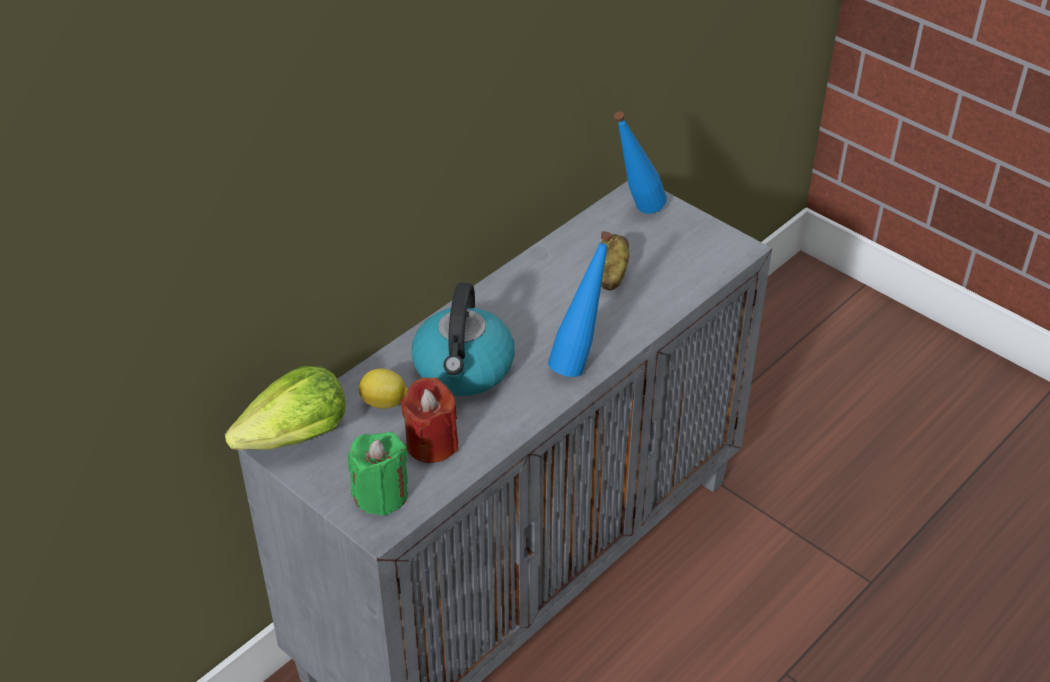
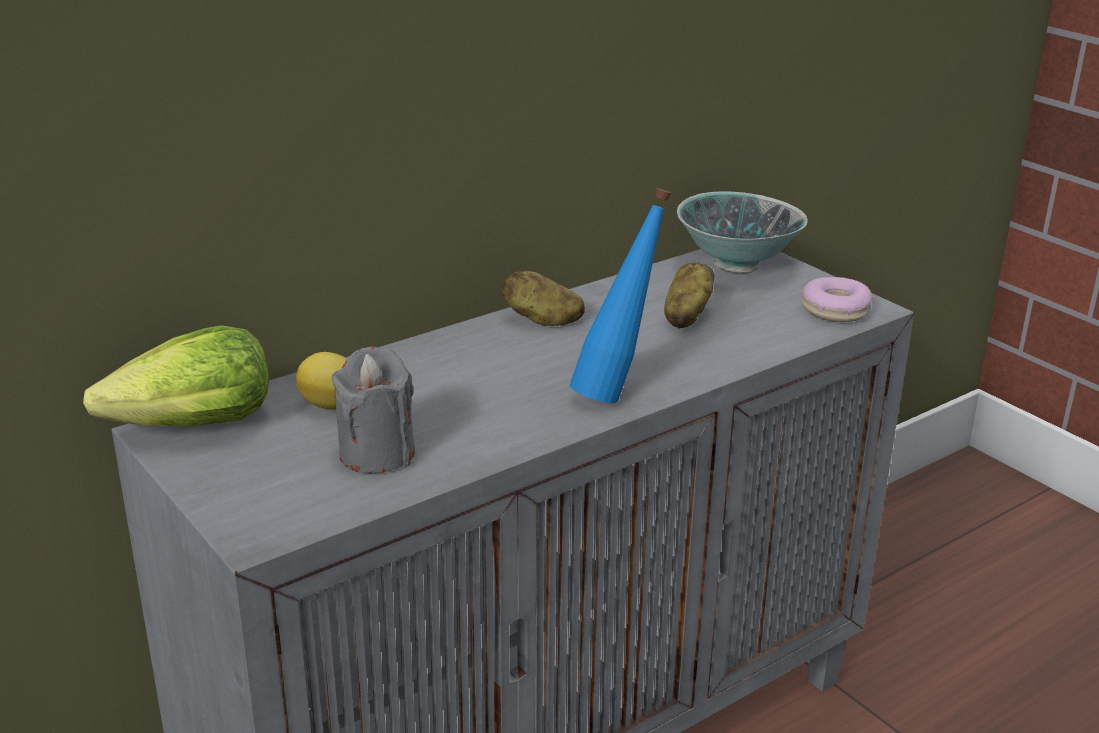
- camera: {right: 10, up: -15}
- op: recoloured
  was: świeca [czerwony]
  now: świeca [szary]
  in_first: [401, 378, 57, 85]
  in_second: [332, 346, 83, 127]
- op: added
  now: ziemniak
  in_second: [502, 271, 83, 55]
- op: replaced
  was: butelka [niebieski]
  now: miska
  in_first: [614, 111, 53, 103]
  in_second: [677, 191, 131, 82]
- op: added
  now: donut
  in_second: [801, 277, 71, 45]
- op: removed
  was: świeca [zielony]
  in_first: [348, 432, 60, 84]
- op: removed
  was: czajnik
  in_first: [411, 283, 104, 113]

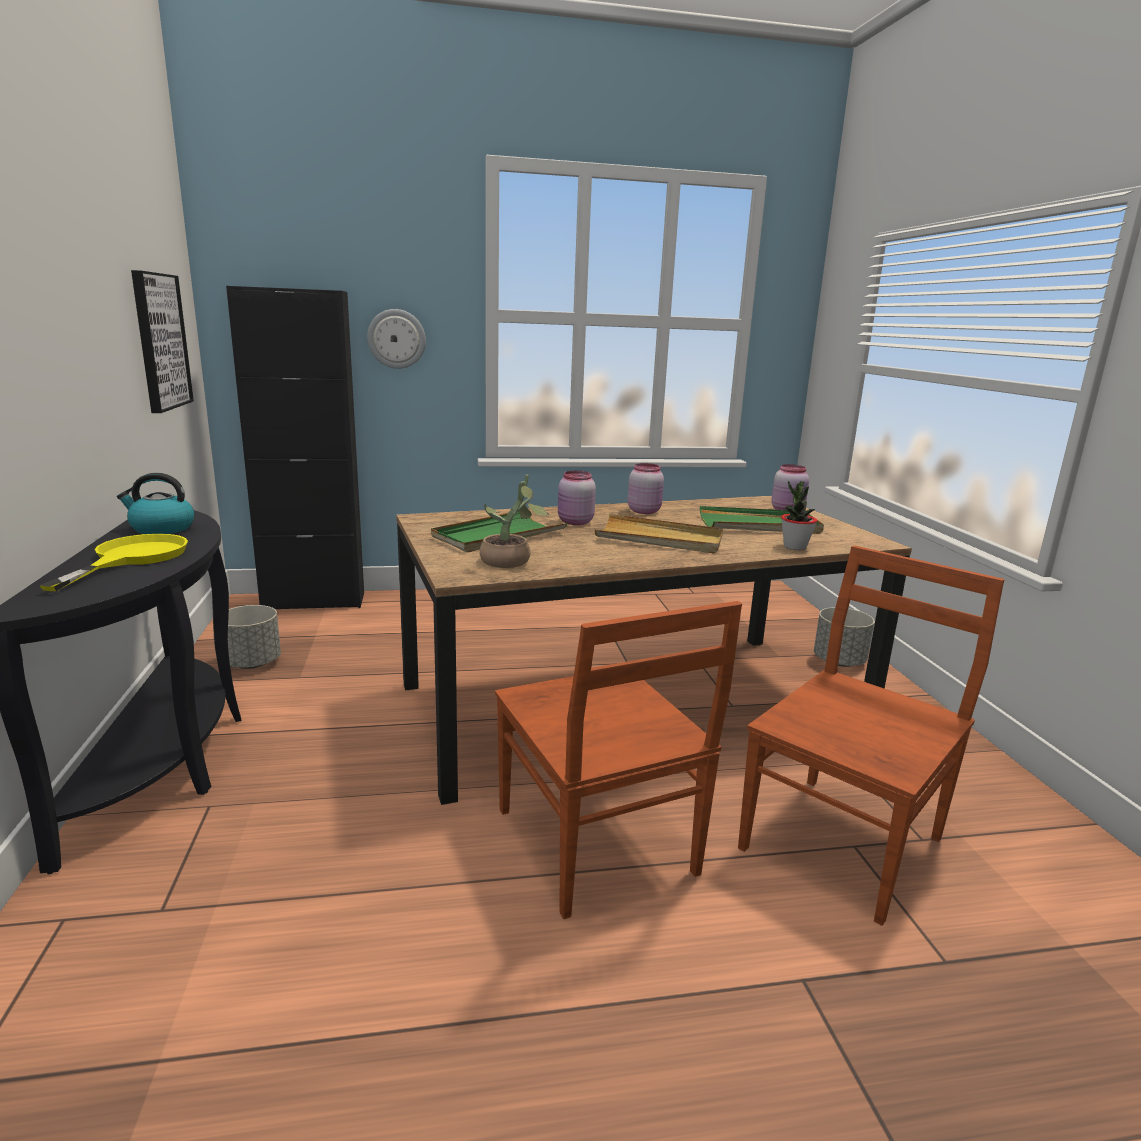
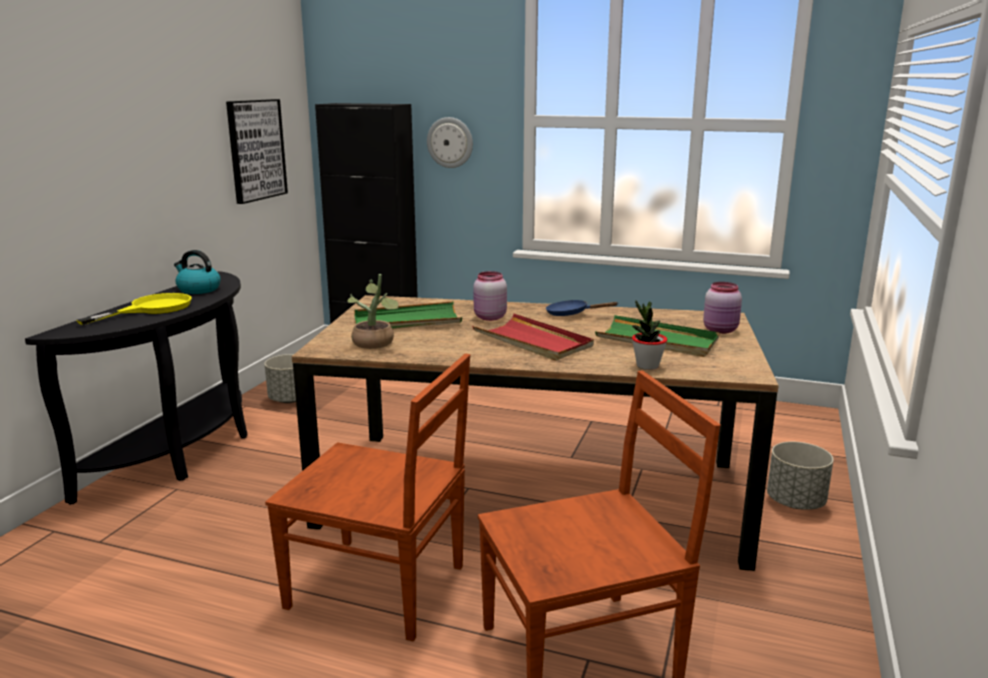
- camera: {right: 30, up: 0}
- op: turned
  was: krzesło [brązowy]
  in_first: [495, 601, 247, 318]
  in_second: [265, 353, 205, 288]
  clockwise: -75
- op: recoloured
  was: taca [beżowy]
  now: taca [czerwony]
  in_first: [595, 514, 128, 39]
  in_second: [472, 314, 122, 47]
- op: replaced
  was: słoik [różowy]
  now: patelnia [niebieski]
  in_first: [628, 463, 36, 51]
  in_second: [546, 300, 72, 16]

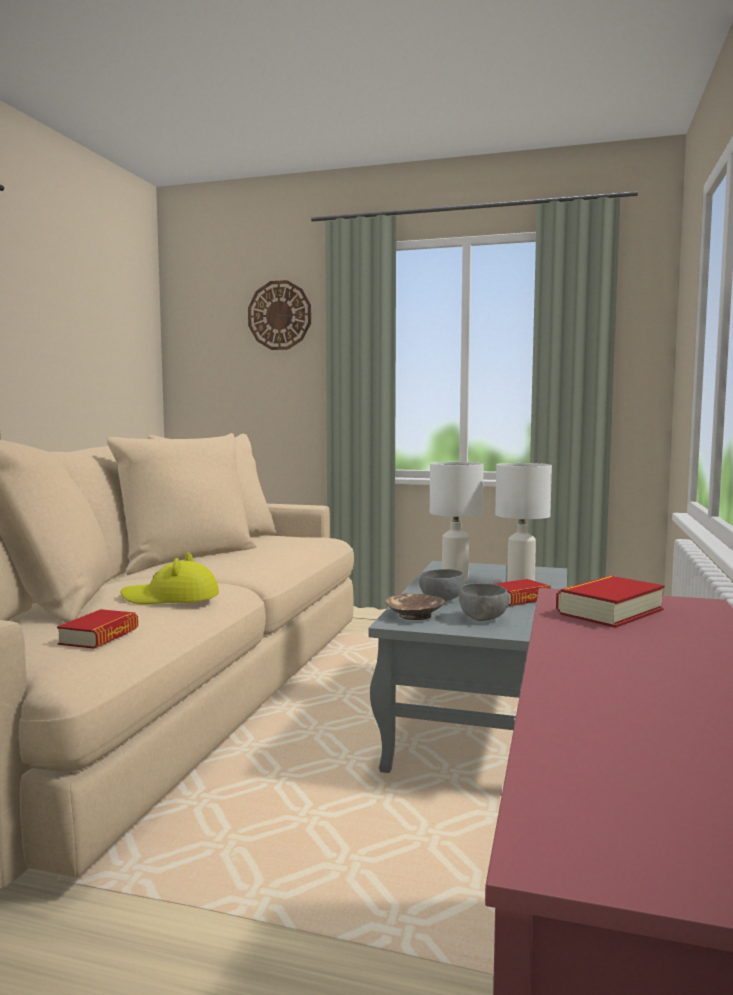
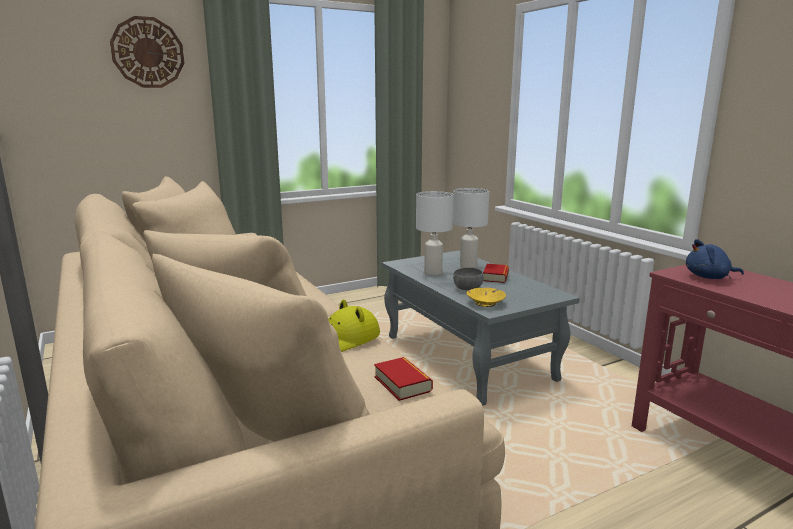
- camera: {right: -45, up: 10}
- op: recoloured
  was: miska [brązowy]
  now: miska [żółty]
  in_first: [385, 594, 60, 26]
  in_second: [466, 288, 40, 19]
- op: replaced
  was: książka
  now: pluszak [niebieski]
  in_first: [556, 576, 109, 52]
  in_second: [686, 239, 58, 40]
- op: removed
  was: miska [szary]
  in_first: [459, 583, 50, 38]

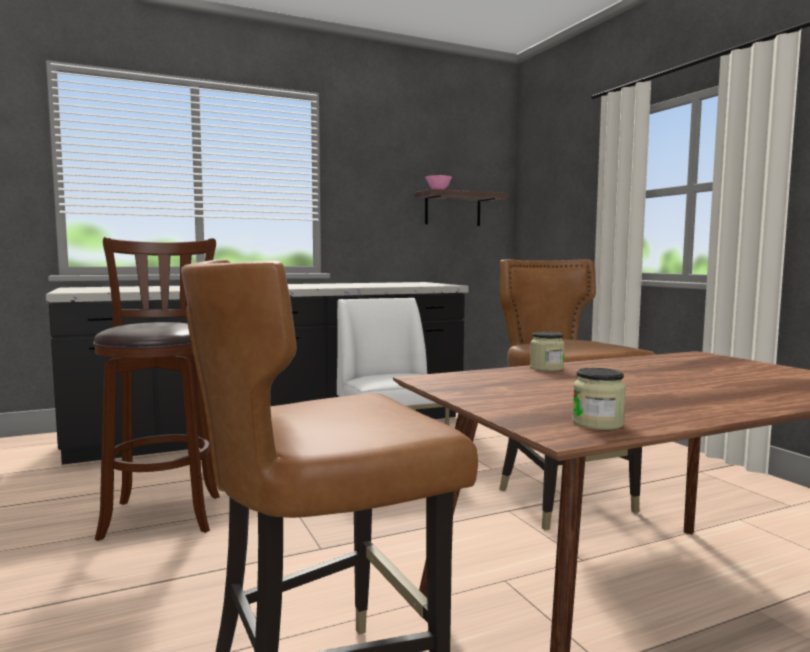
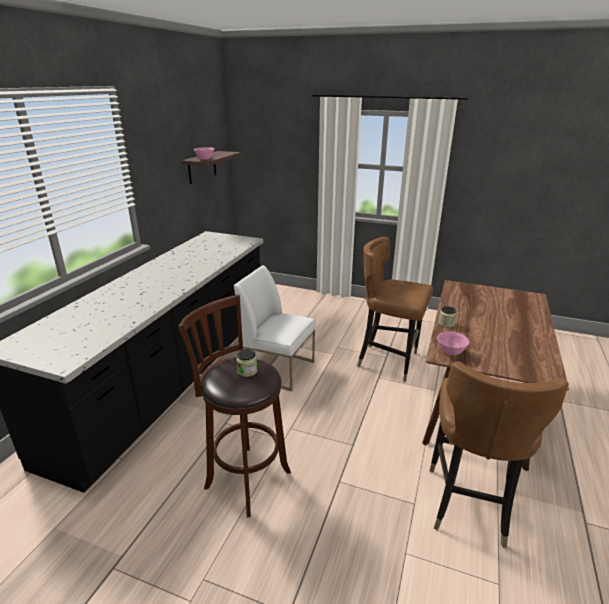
- camera: {right: -45, up: 20}
- op: moved
  was: słoik
  in_first: [572, 368, 54, 62]
  in_second: [236, 349, 21, 28]
- op: added
  now: miska [różowy]
  in_second: [437, 332, 32, 23]

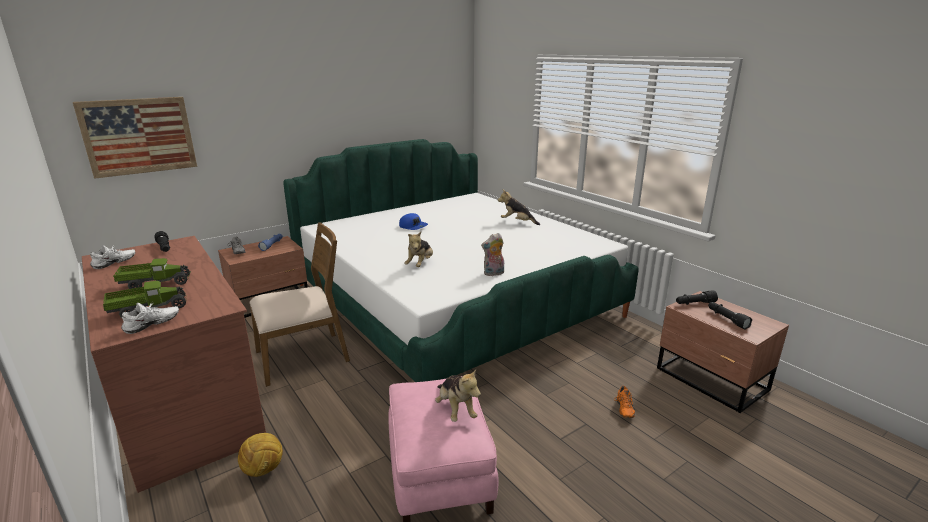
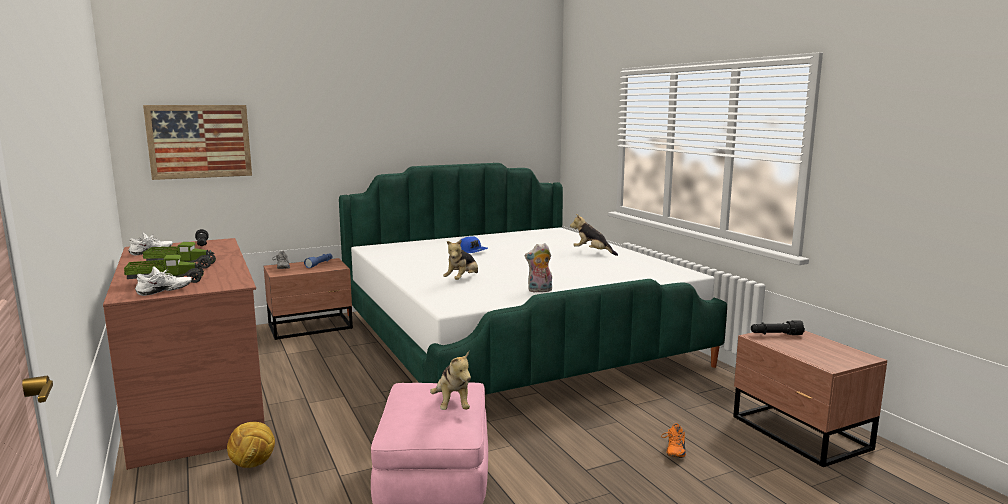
- camera: {right: 10, up: -10}
- op: removed
  was: krzesło [brązowy]
  in_first: [249, 222, 101, 165]
- op: removed
  was: latarka [czarny]
  in_first: [708, 302, 44, 28]

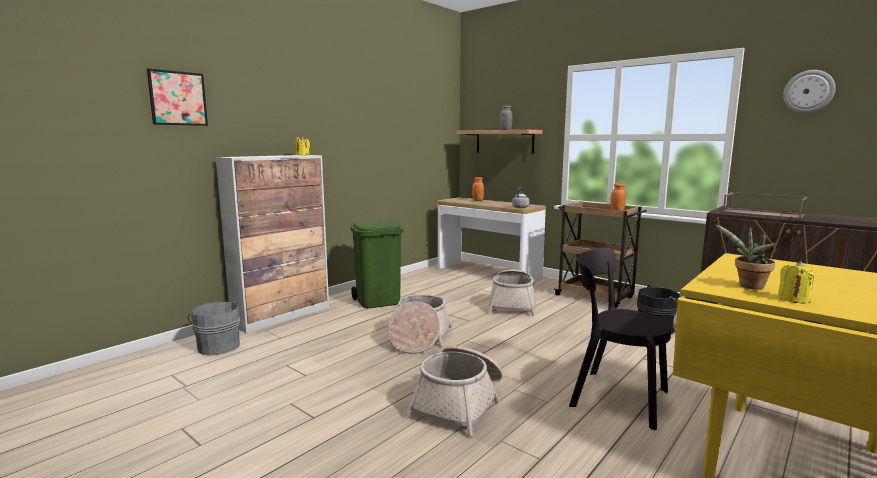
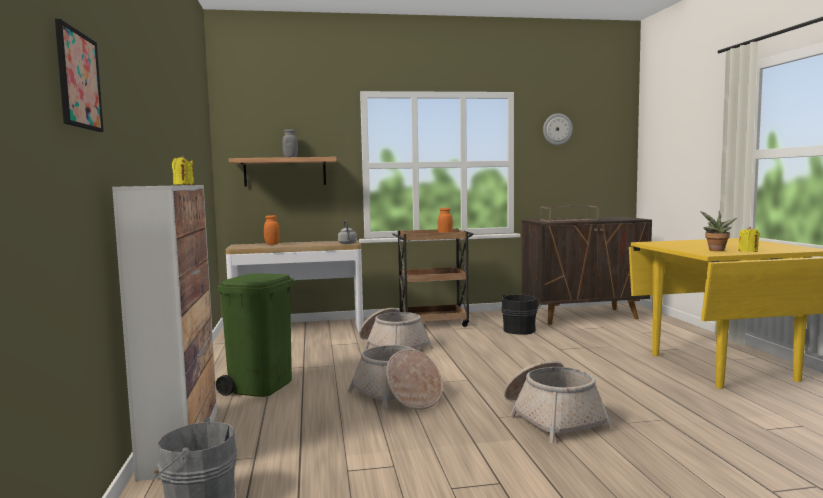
- camera: {right: -50, up: -5}
- op: removed
  was: krzesło [czarny]
  in_first: [569, 248, 102, 182]

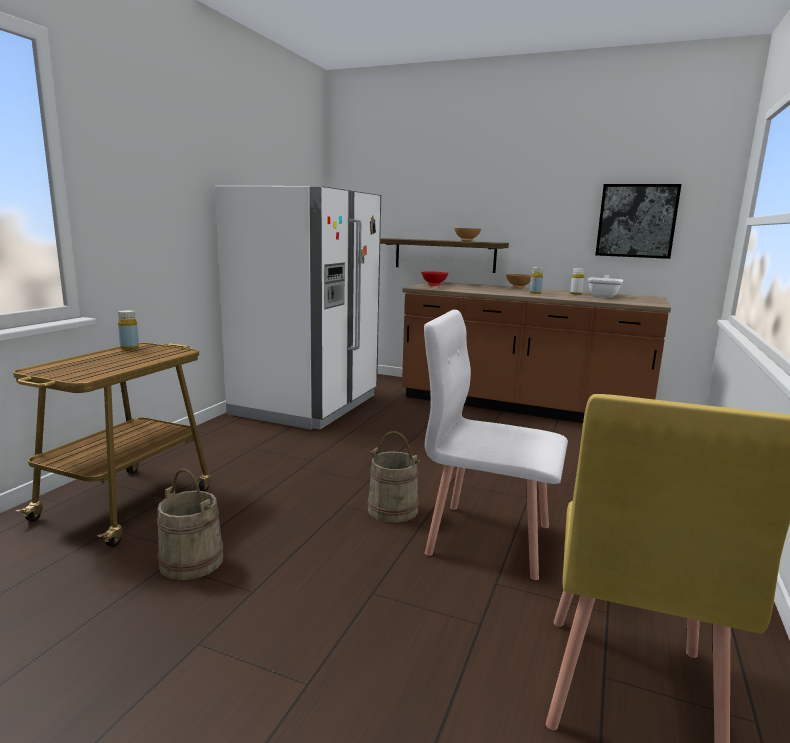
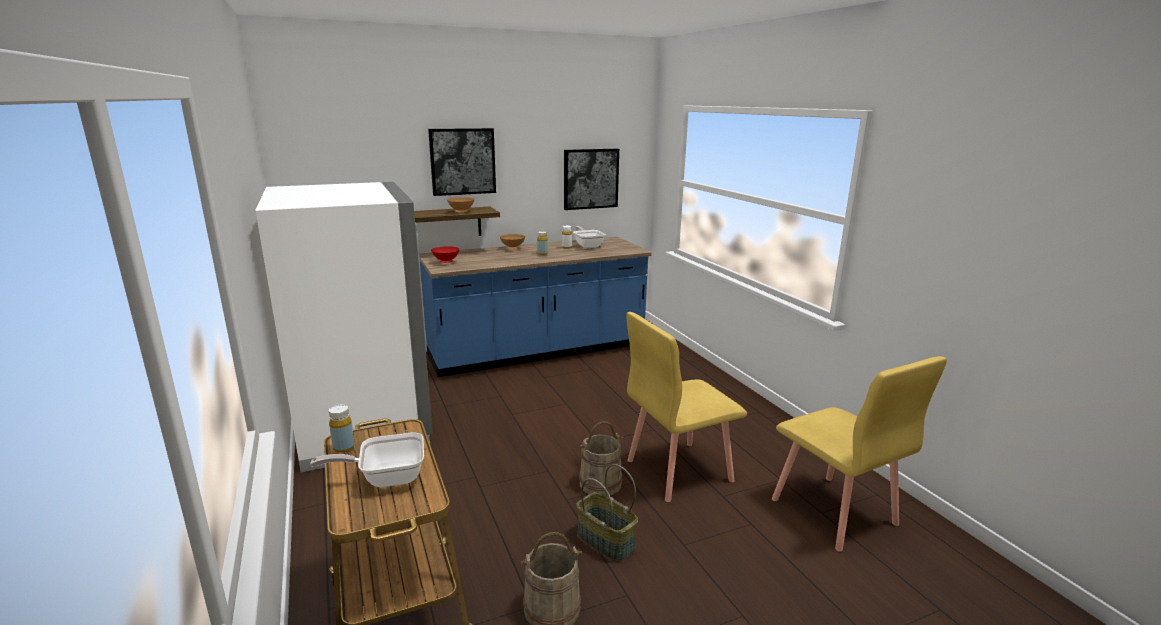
- camera: {right: -45, up: 5}
- op: added
  now: patelnia
  in_second: [310, 433, 114, 55]
- op: recoloured
  was: zabudowa kuchenna [brązowy]
  now: zabudowa kuchenna [niebieski]
  in_first: [402, 282, 269, 141]
  in_second: [419, 237, 233, 140]
- op: added
  now: obraz
  in_second: [428, 128, 68, 68]
- op: added
  now: koszyk
  in_second: [576, 464, 62, 98]
- op: recoloured
  was: krzesło [biały]
  now: krzesło [żółty]
  in_first: [424, 310, 144, 270]
  in_second: [626, 312, 121, 190]

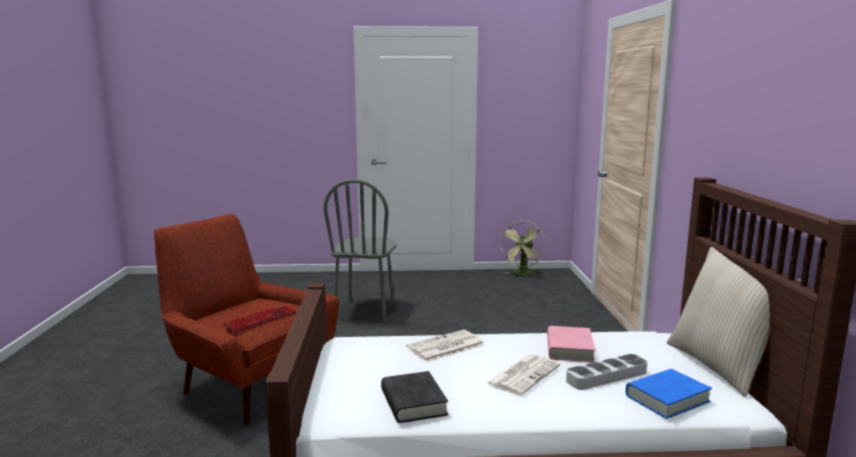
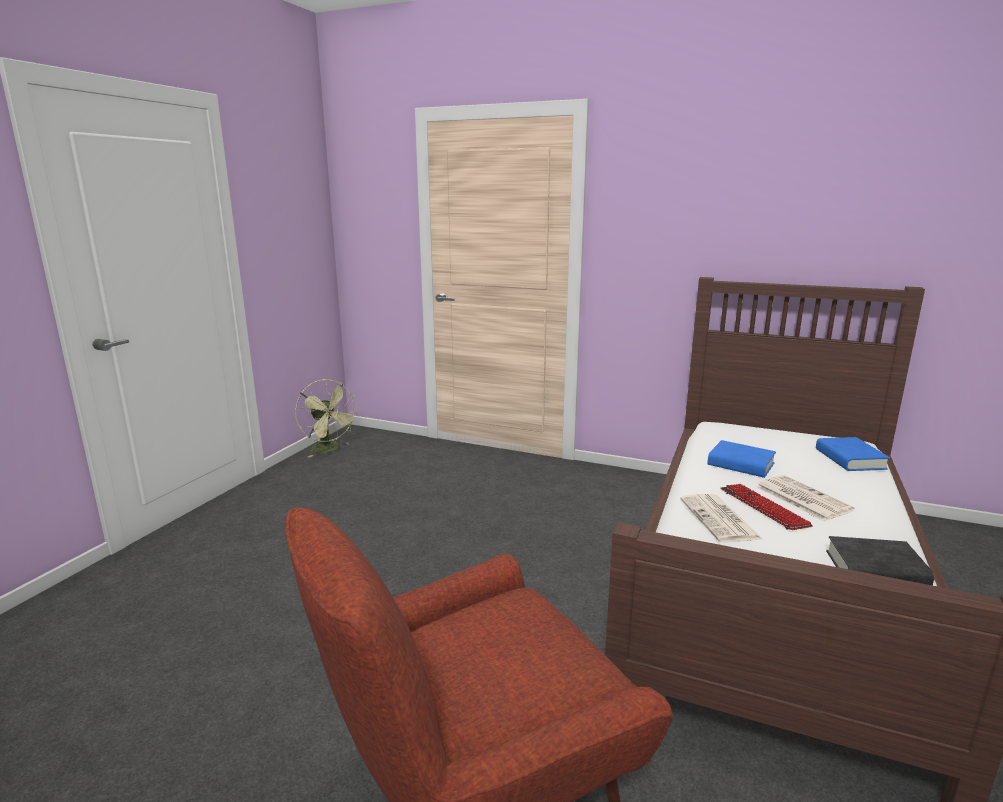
- camera: {right: -65, up: 5}
- op: recoloured
  was: książka [różowy]
  now: książka [niebieski]
  in_first: [547, 326, 48, 36]
  in_second: [708, 440, 68, 38]
- op: moved
  was: klawiatura
  in_first: [223, 305, 73, 28]
  in_second: [721, 484, 92, 46]
- op: removed
  was: krzesło [szary]
  in_first: [324, 179, 73, 144]
- op: removed
  was: taca [szary]
  in_first: [566, 354, 81, 36]
- op: removed
  was: poduszka [beżowy]
  in_first: [667, 247, 134, 150]

